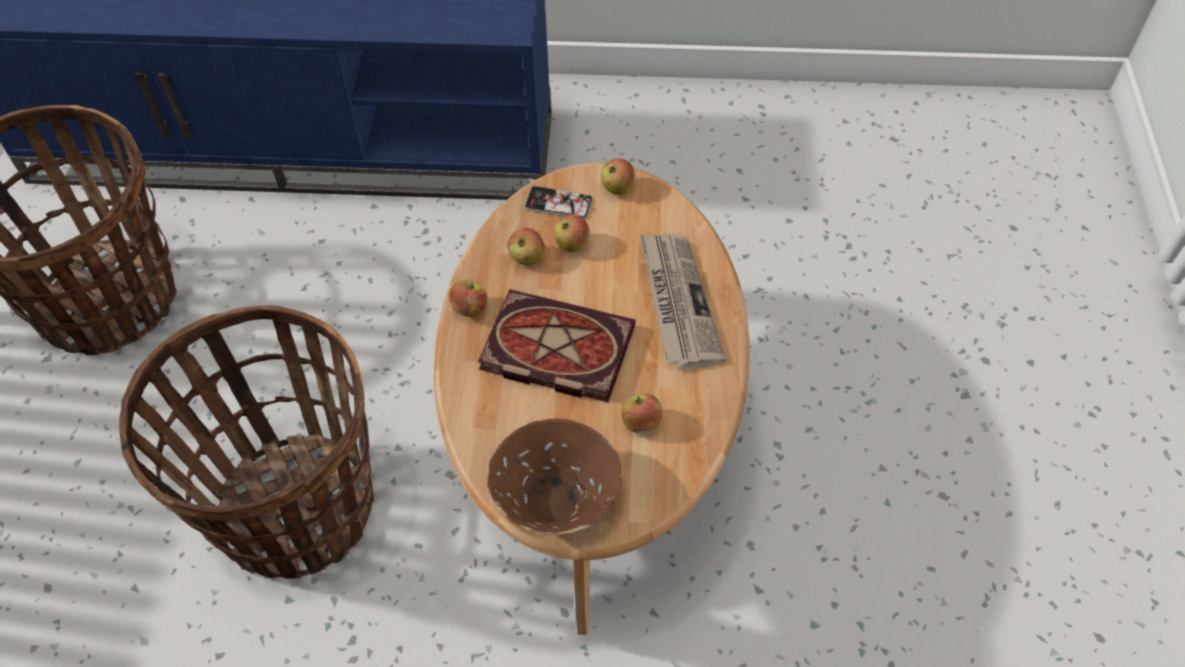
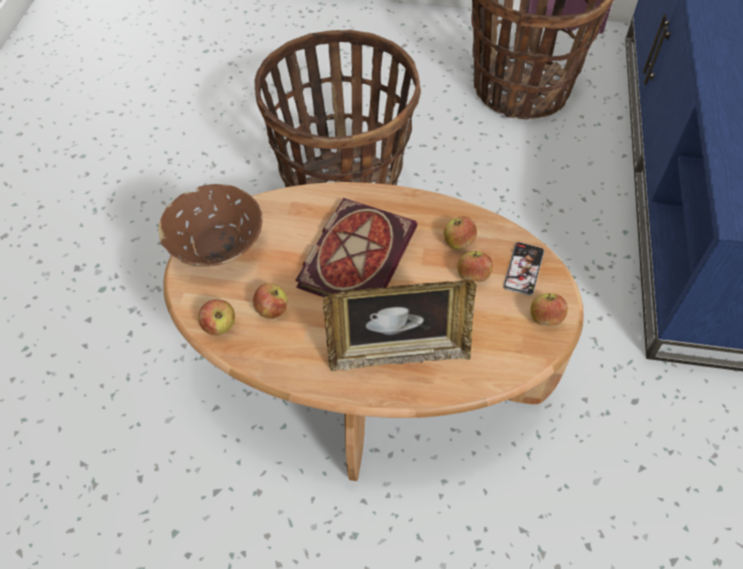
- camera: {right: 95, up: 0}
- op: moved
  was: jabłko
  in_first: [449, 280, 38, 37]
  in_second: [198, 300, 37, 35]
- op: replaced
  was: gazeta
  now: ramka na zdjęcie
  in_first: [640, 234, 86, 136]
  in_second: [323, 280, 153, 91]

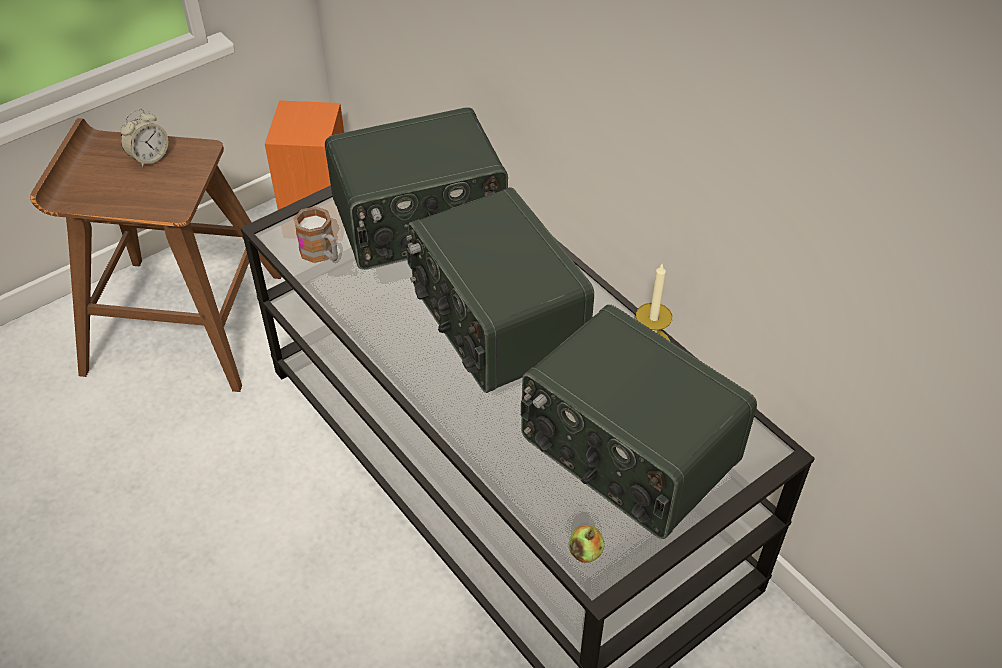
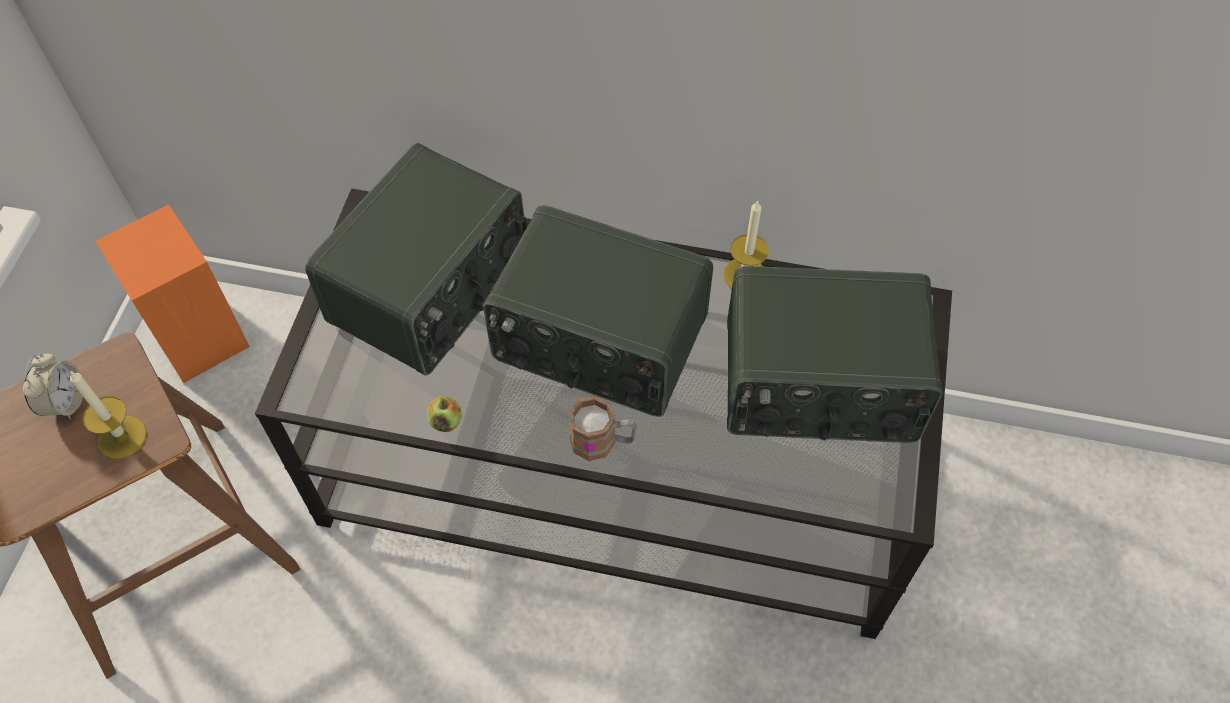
- camera: {right: -40, up: 10}
- op: added
  now: świeca
  in_second: [70, 371, 77, 88]
- op: moved
  was: jabłko
  in_first: [568, 525, 37, 38]
  in_second: [427, 396, 35, 36]
- op: moved
  was: kubek
  in_first: [293, 206, 45, 57]
  in_second: [568, 395, 69, 66]

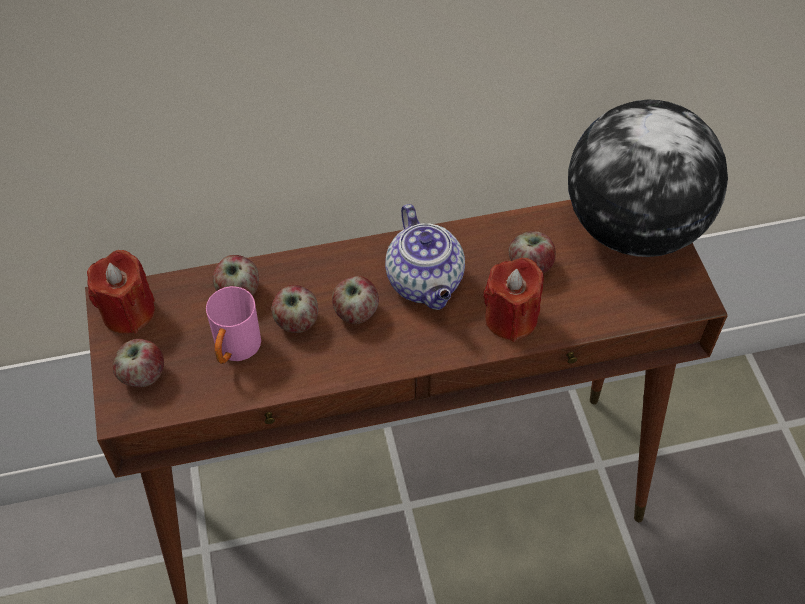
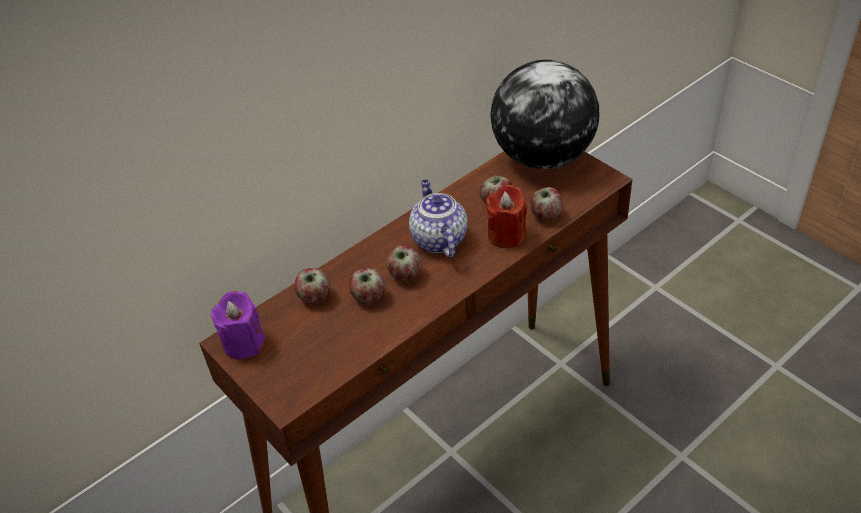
- camera: {right: -25, up: -10}
- op: recoloured
  was: świeca [czerwony]
  now: świeca [fioletowy]
  in_first: [87, 250, 68, 84]
  in_second: [211, 291, 54, 69]
- op: turned
  was: imbryk
  in_first: [385, 204, 80, 106]
  in_second: [409, 180, 59, 77]
  clockwise: -150
- op: moved
  was: jabłko
  in_first: [112, 339, 52, 48]
  in_second: [530, 187, 33, 34]
- op: removed
  was: kubek [różowy]
  in_first: [206, 286, 55, 78]

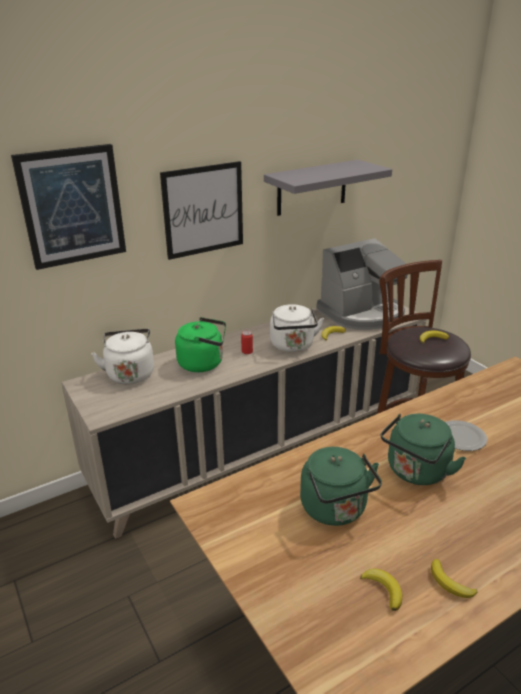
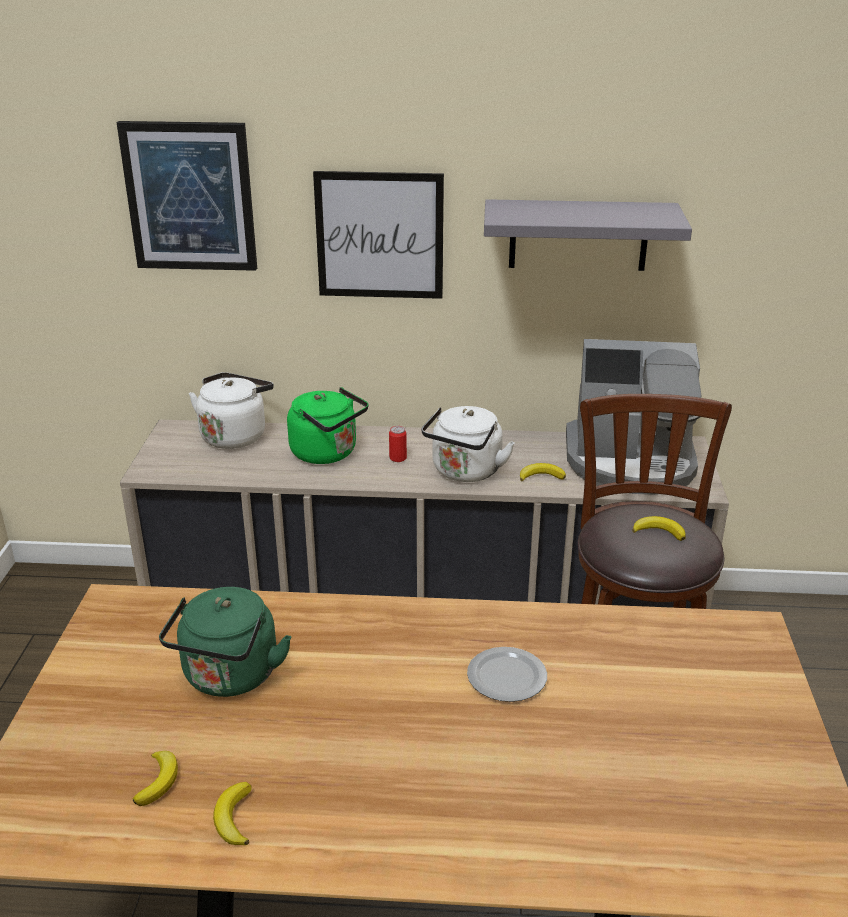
- camera: {right: 35, up: 0}
- op: removed
  was: czajnik [zielony]
  in_first: [381, 414, 85, 71]

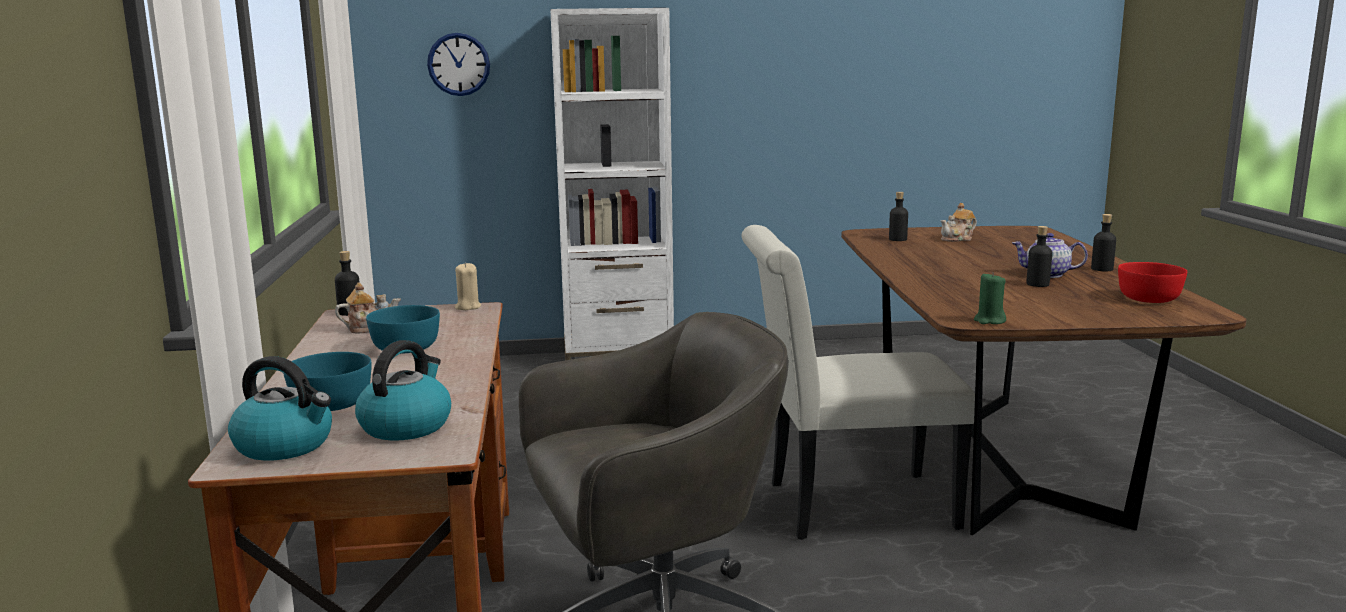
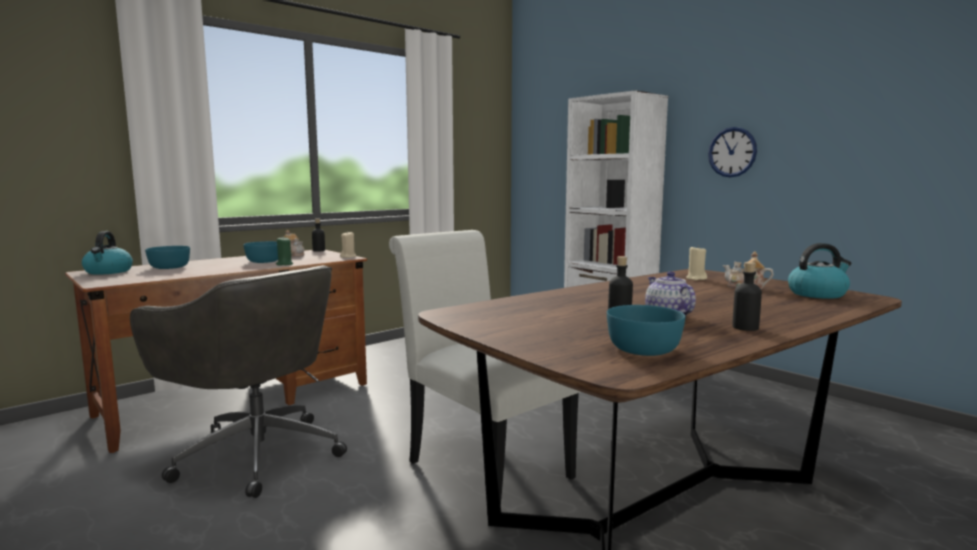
- camera: {right: 55, up: -5}
- op: moved
  was: świeca [zielony]
  in_first: [974, 272, 32, 52]
  in_second: [276, 237, 17, 28]
- op: recoloured
  was: miska [czerwony]
  now: miska [turkusowy]
  in_first: [1118, 262, 69, 41]
  in_second: [607, 305, 78, 51]
- op: replaced
  was: butelka [czarny]
  now: świeca [beżowy]
  in_first: [889, 192, 19, 49]
  in_second: [686, 245, 21, 35]
- op: moved
  was: zegar ścienny
  in_first: [427, 33, 63, 63]
  in_second: [708, 127, 49, 50]
- op: moved
  was: czajnik
  in_first: [355, 340, 96, 100]
  in_second: [788, 243, 63, 56]

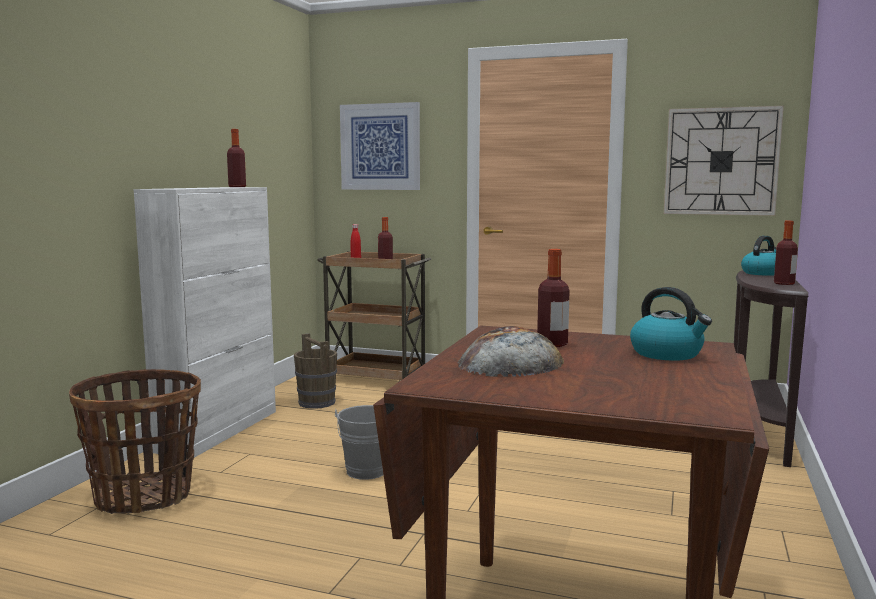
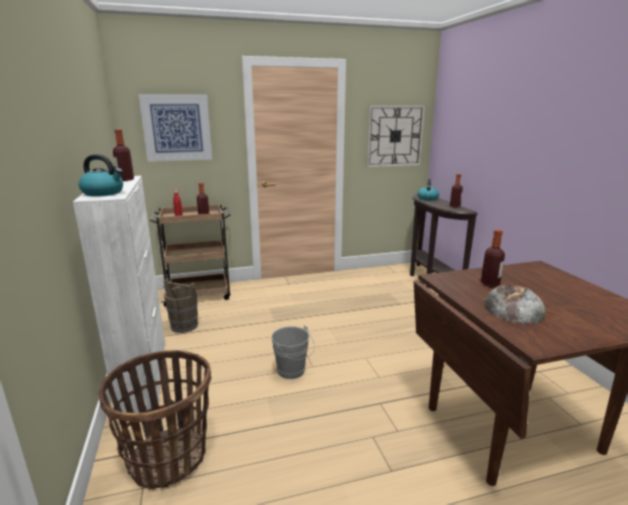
- camera: {right: -35, up: 10}
- op: moved
  was: czajnik
  in_first: [630, 287, 82, 74]
  in_second: [79, 154, 44, 42]

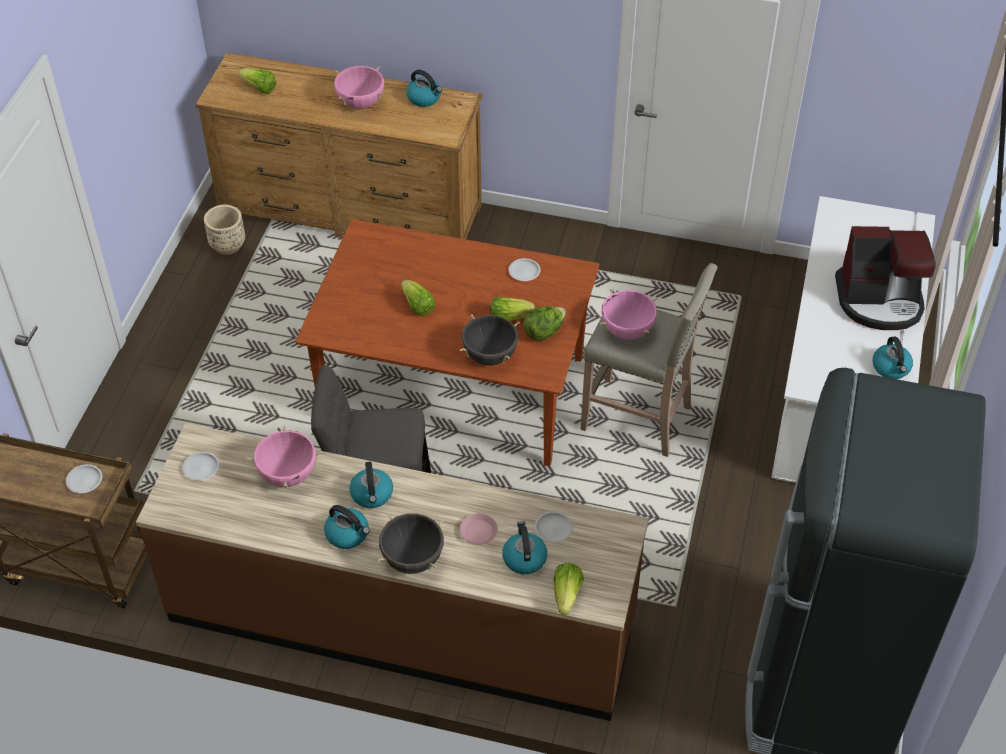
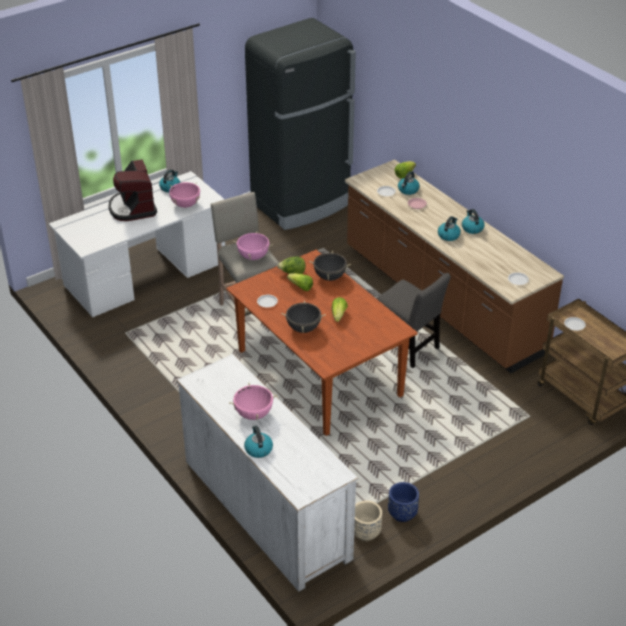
- camera: {right: -140, up: -10}
- op: turned
  was: ekspres do kawy
  in_first: [835, 226, 101, 104]
  in_second: [108, 159, 49, 62]
  clockwise: -150
- op: moved
  was: garnek [różowy]
  in_first: [246, 425, 77, 64]
  in_second: [169, 182, 31, 26]
- op: recoloured
  was: komoda [brązowy]
  now: komoda [biały]
  in_first: [195, 52, 288, 187]
  in_second: [176, 354, 182, 238]
- op: moved
  was: czajnik
  in_first: [406, 70, 36, 37]
  in_second: [244, 425, 29, 33]
- op: moved
  was: garnek [czarny]
  in_first: [378, 513, 66, 61]
  in_second: [282, 300, 44, 33]
- op: added
  now: donica [niebieski]
  in_second: [388, 482, 31, 40]
- op: removed
  was: sałata
  in_first: [238, 68, 38, 26]

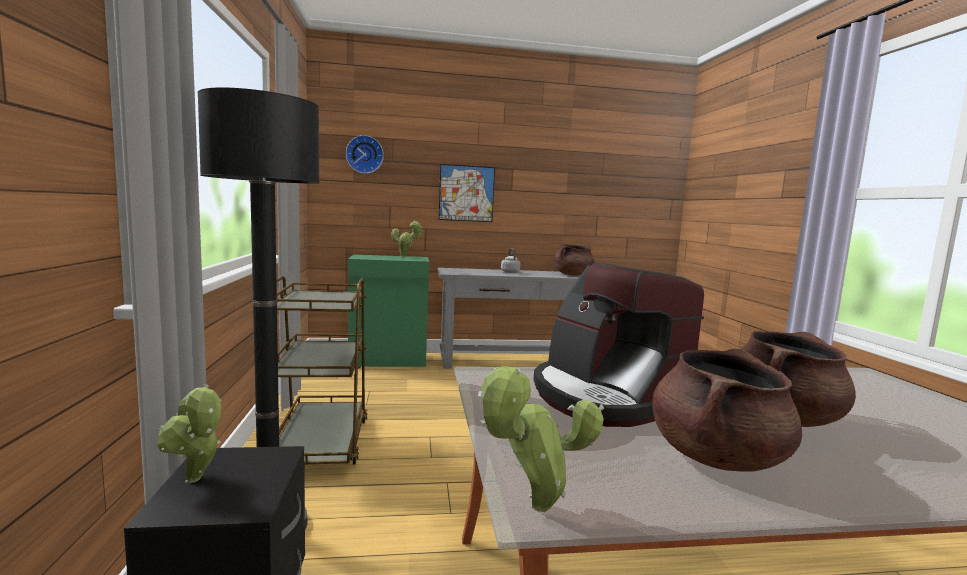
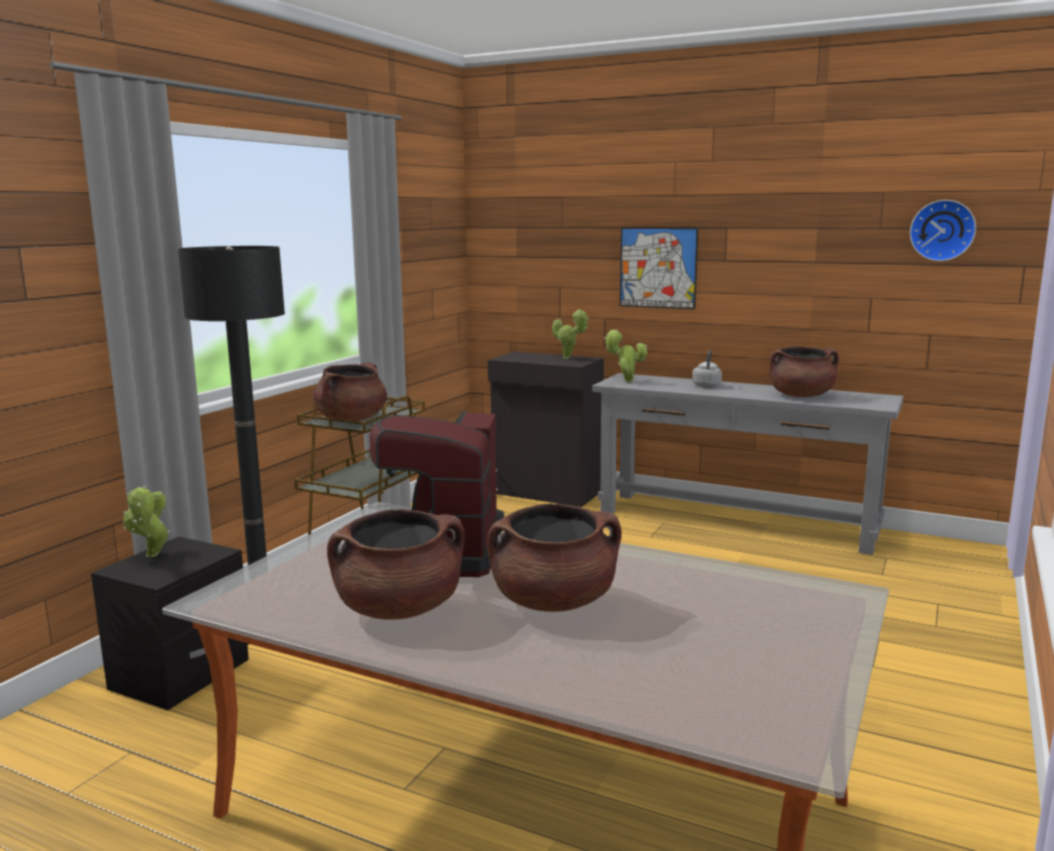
- camera: {right: 35, up: 5}
- op: added
  now: garnek [brązowy]
  in_second: [313, 362, 74, 59]
- op: recoloured
  was: szafka [zielony]
  now: szafka [czarny]
  in_first: [348, 254, 81, 113]
  in_second: [488, 352, 116, 155]
- op: moved
  was: roślina doniczkowa
  in_first: [478, 366, 126, 146]
  in_second: [604, 330, 43, 52]
- op: moved
  was: zegar ścienny
  in_first: [345, 135, 39, 39]
  in_second: [910, 200, 66, 61]

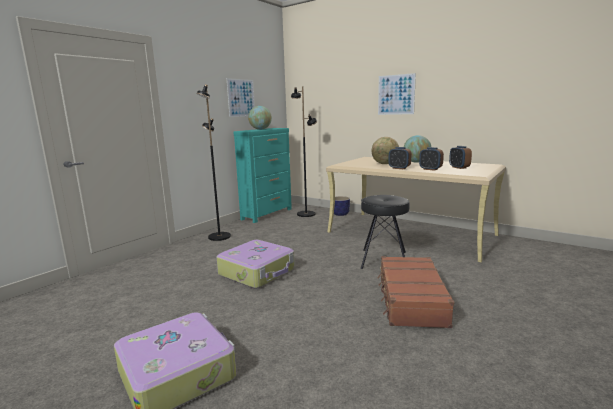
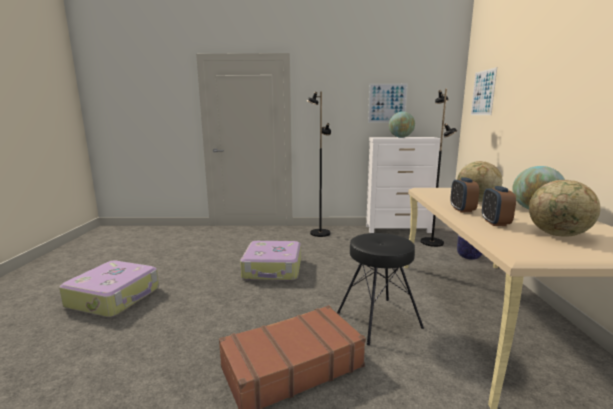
- camera: {right: 55, up: 0}
- op: recoloured
  was: komoda [turkusowy]
  now: komoda [biały]
  in_first: [233, 128, 59, 95]
  in_second: [366, 137, 75, 96]
- op: moved
  was: obraz
  in_first: [378, 73, 38, 42]
  in_second: [471, 67, 26, 48]
- op: replaced
  was: budzik
  now: globus
  in_first: [449, 146, 23, 23]
  in_second: [529, 180, 72, 57]

